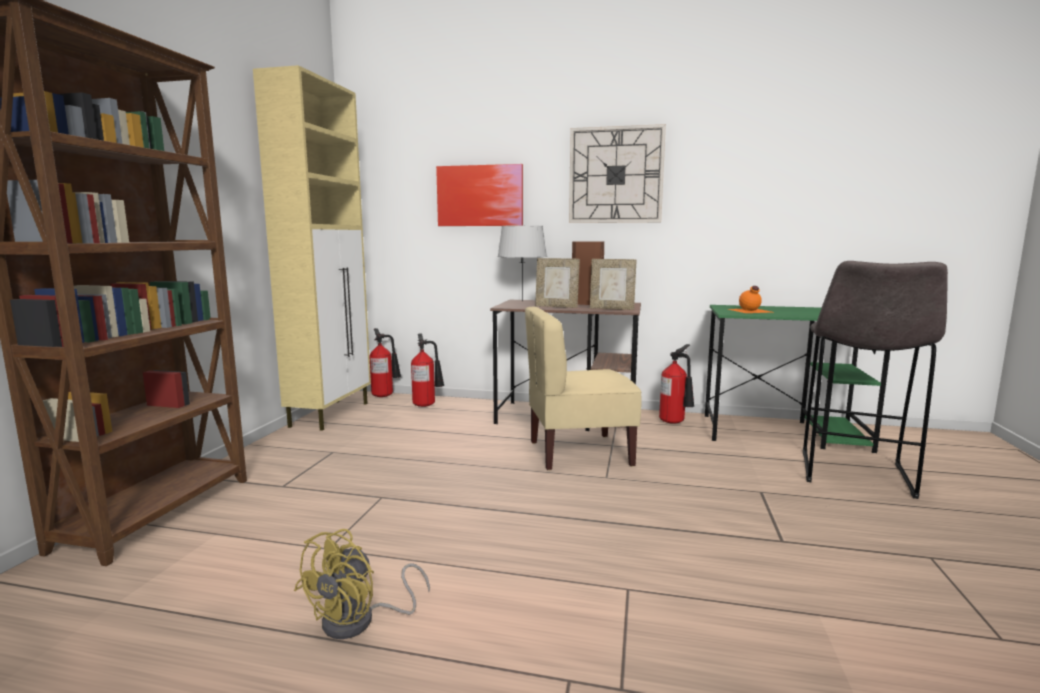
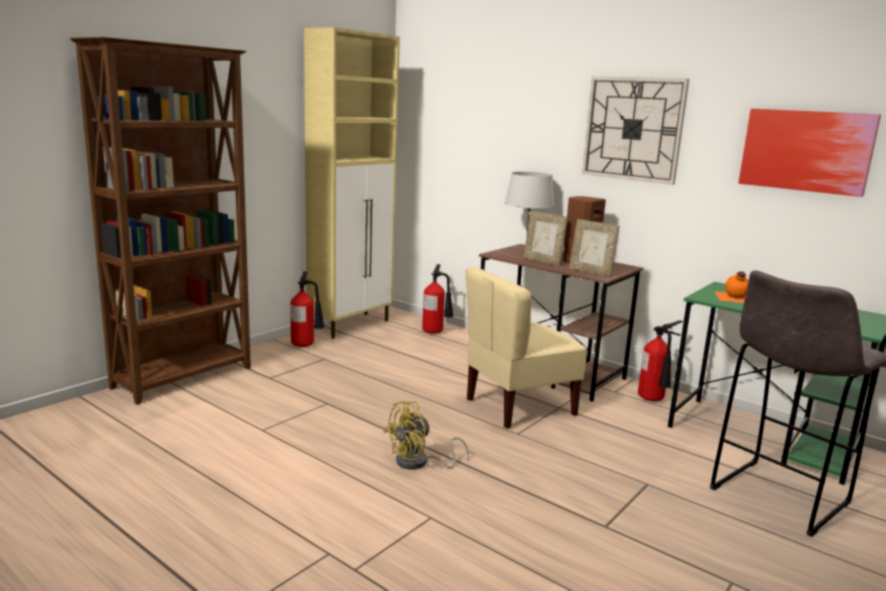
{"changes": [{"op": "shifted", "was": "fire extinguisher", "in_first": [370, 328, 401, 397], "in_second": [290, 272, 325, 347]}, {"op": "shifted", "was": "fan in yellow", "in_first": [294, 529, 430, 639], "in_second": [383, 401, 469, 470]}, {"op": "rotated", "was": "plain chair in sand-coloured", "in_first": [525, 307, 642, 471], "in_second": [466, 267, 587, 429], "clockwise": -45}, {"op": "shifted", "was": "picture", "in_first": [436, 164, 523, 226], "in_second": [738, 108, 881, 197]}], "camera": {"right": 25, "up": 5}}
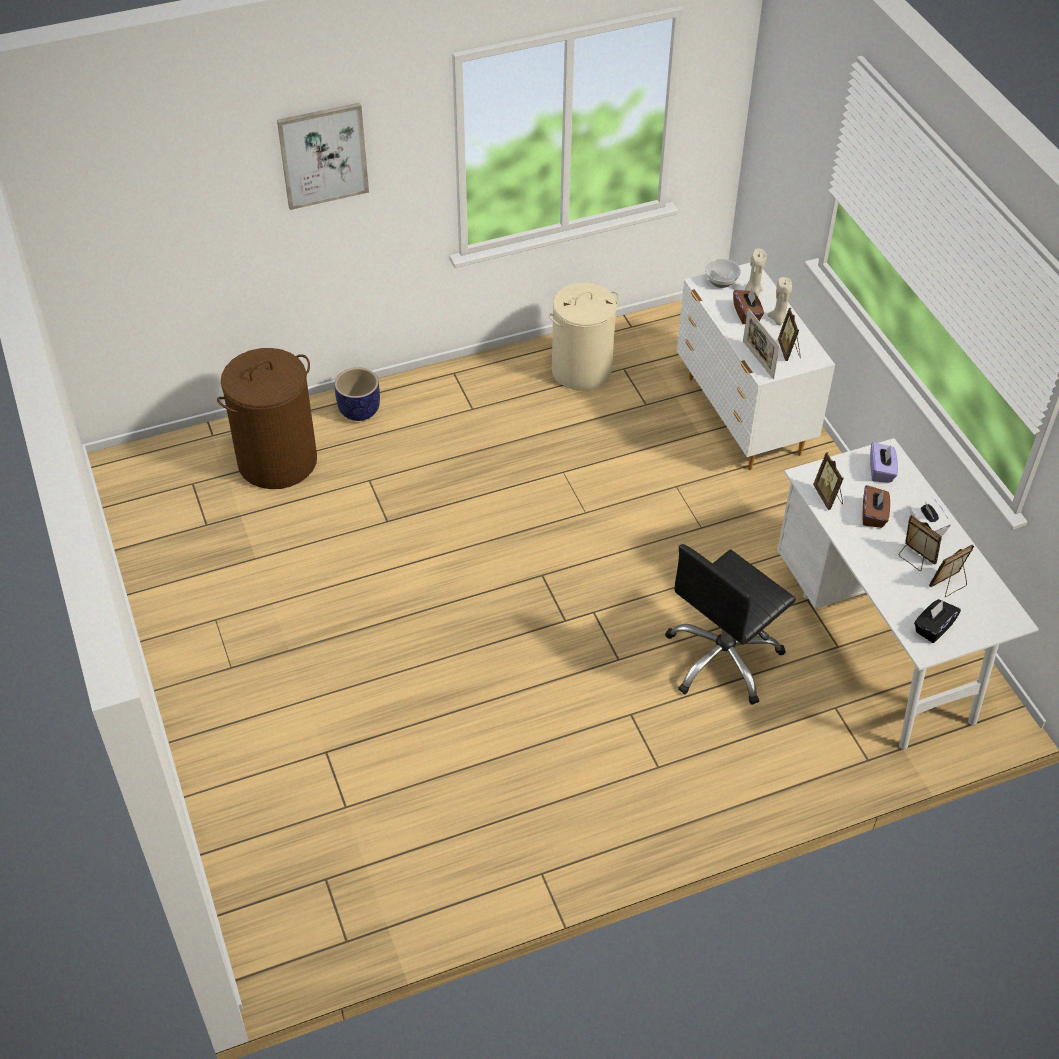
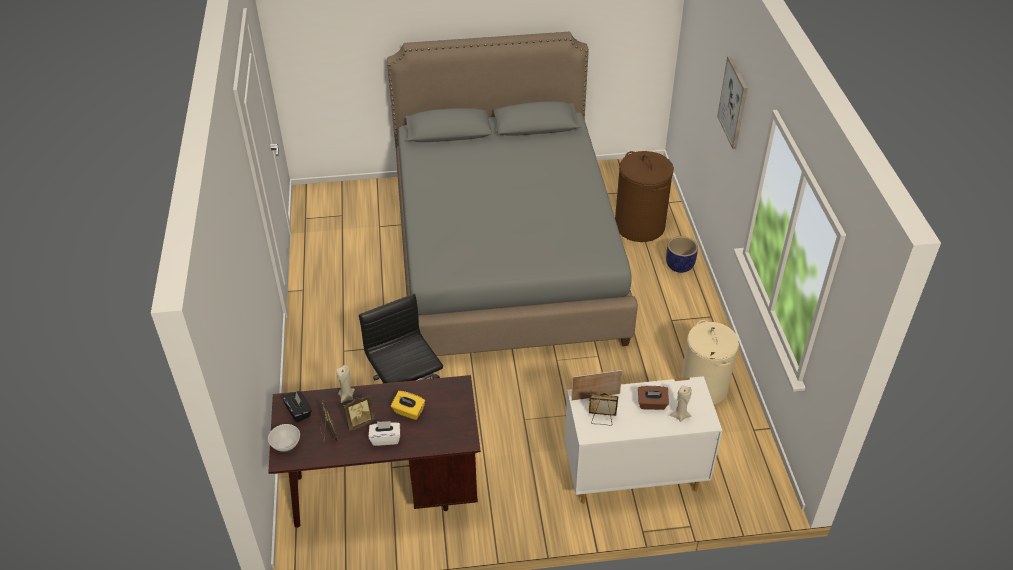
{"changes": [{"op": "shifted", "was": "bowl", "in_first": [705, 259, 741, 288], "in_second": [268, 424, 300, 452]}, {"op": "repainted", "was": "desk table in white", "now": "desk table in brown-coloured", "in_first": [777, 438, 1039, 749], "in_second": [269, 375, 481, 528]}, {"op": "shifted", "was": "candle in sand-coloured", "in_first": [767, 277, 792, 325], "in_second": [336, 365, 355, 403]}, {"op": "new", "now": "bedroom bed in gray", "in_second": [387, 32, 638, 356]}, {"op": "repainted", "was": "box of tissues in brown-coloured", "now": "box of tissues in yellow", "in_first": [863, 485, 890, 528], "in_second": [391, 391, 425, 420]}, {"op": "gone", "was": "standing frame", "in_first": [813, 452, 844, 510]}, {"op": "gone", "was": "box of tissues in purple", "in_first": [870, 442, 898, 483]}], "camera": {"right": 105, "up": -5}}
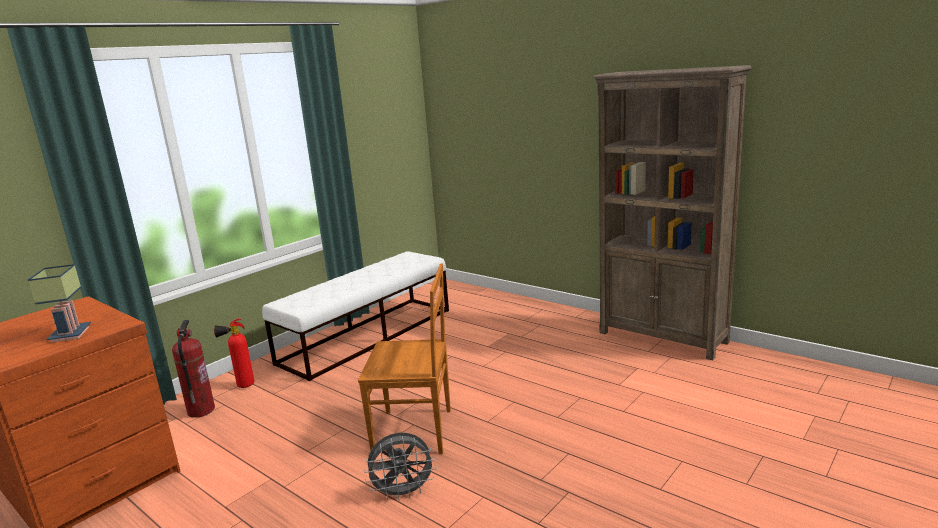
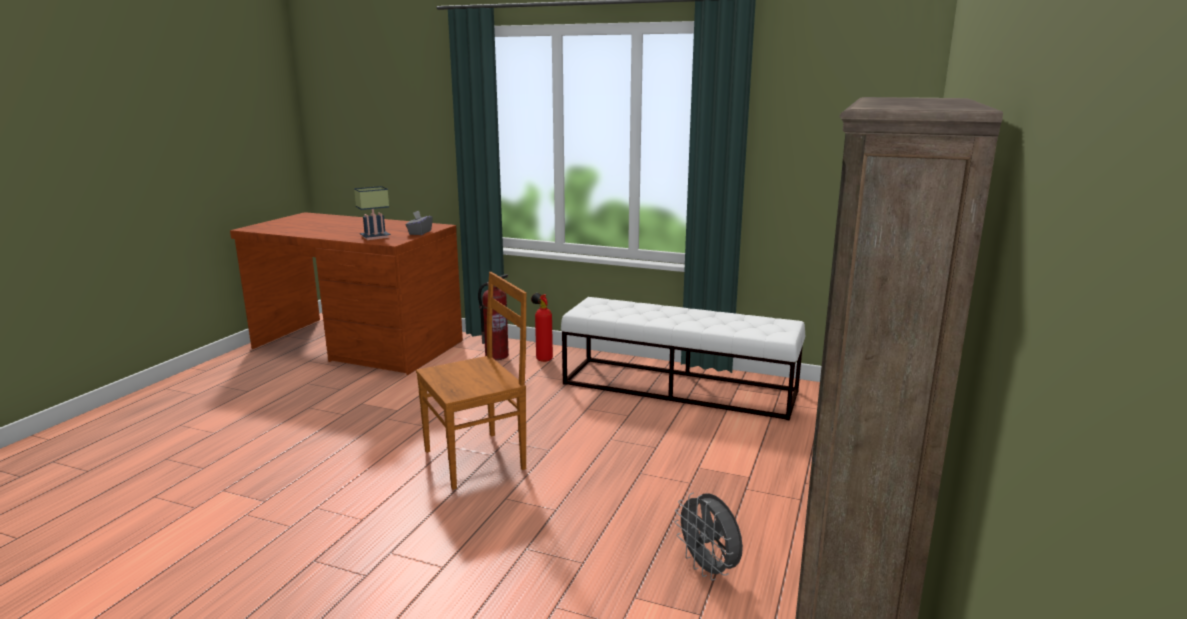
{"changes": [{"op": "new", "now": "box of tissues in gray", "in_second": [406, 210, 433, 235]}, {"op": "rotated", "was": "plain chair in brown-coloured", "in_first": [358, 263, 451, 454], "in_second": [416, 272, 527, 490], "clockwise": -105}, {"op": "shifted", "was": "fan in gray", "in_first": [364, 433, 437, 501], "in_second": [675, 492, 743, 581]}], "camera": {"right": 70, "up": 0}}
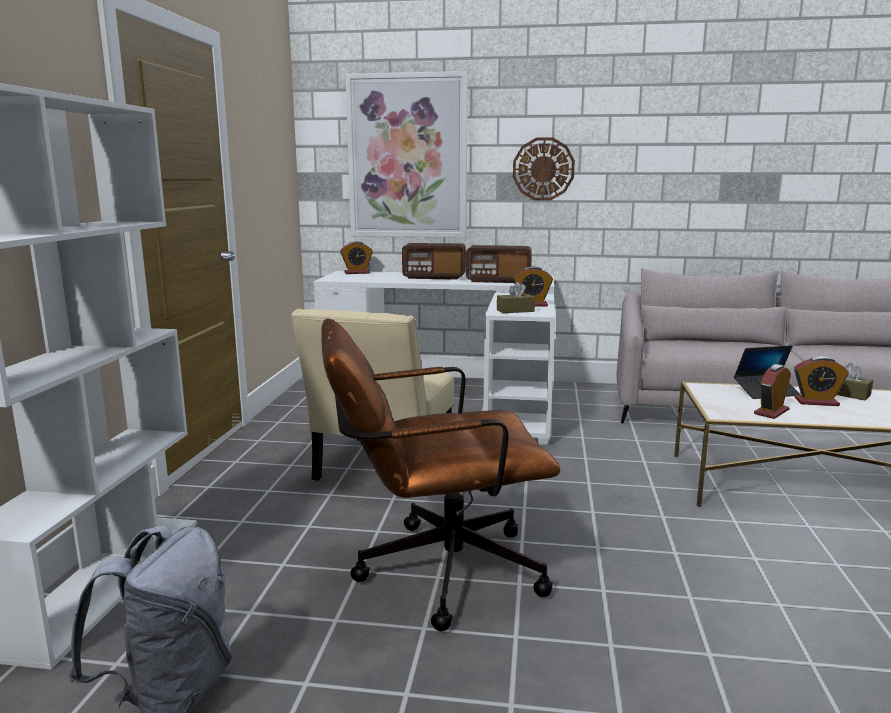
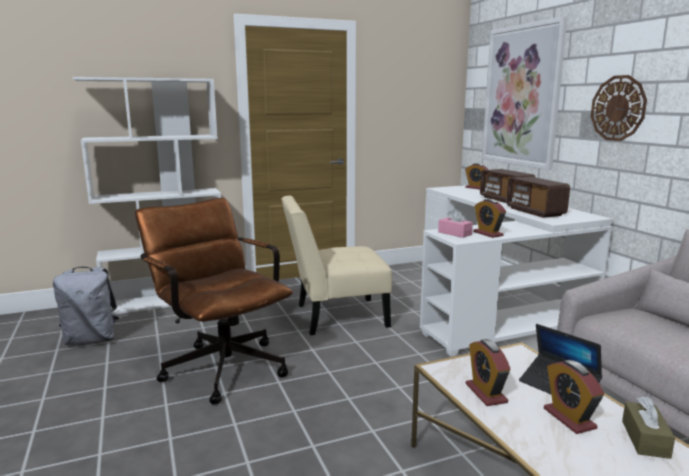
{"changes": [{"op": "repainted", "was": "box of tissues in brown-coloured", "now": "box of tissues in pink-coloured", "in_first": [497, 282, 535, 313], "in_second": [438, 209, 473, 238]}, {"op": "rotated", "was": "alarm clock", "in_first": [754, 364, 791, 419], "in_second": [466, 339, 510, 406], "clockwise": -120}], "camera": {"right": 60, "up": 0}}
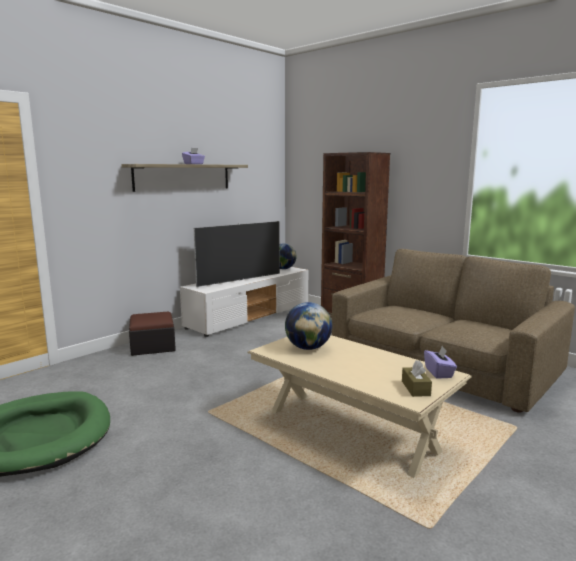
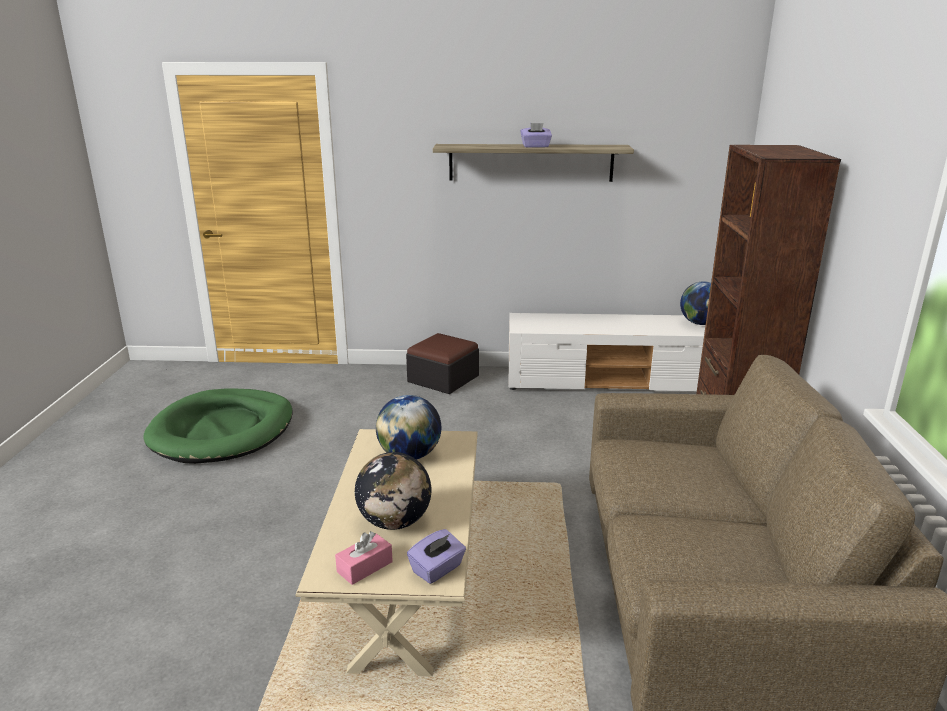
{"changes": [{"op": "repainted", "was": "box of tissues in brown-coloured", "now": "box of tissues in pink-coloured", "in_first": [402, 360, 432, 397], "in_second": [335, 531, 393, 585]}, {"op": "new", "now": "world globe", "in_second": [355, 452, 431, 530]}, {"op": "gone", "was": "television", "in_first": [194, 221, 280, 287]}], "camera": {"right": 50, "up": 10}}
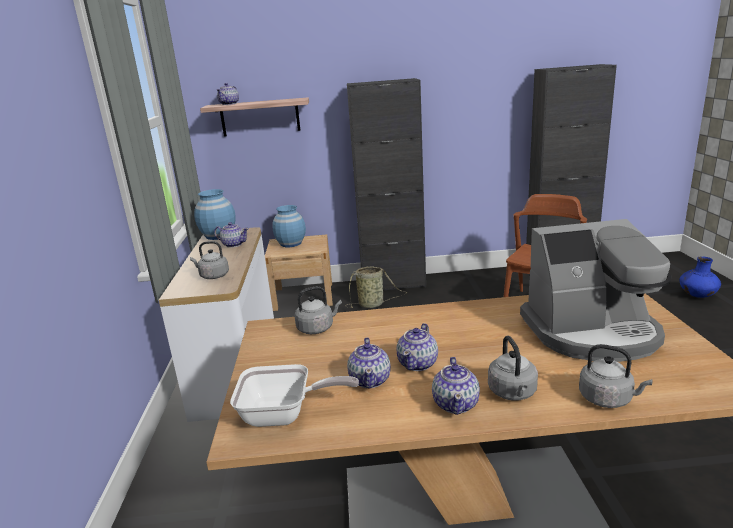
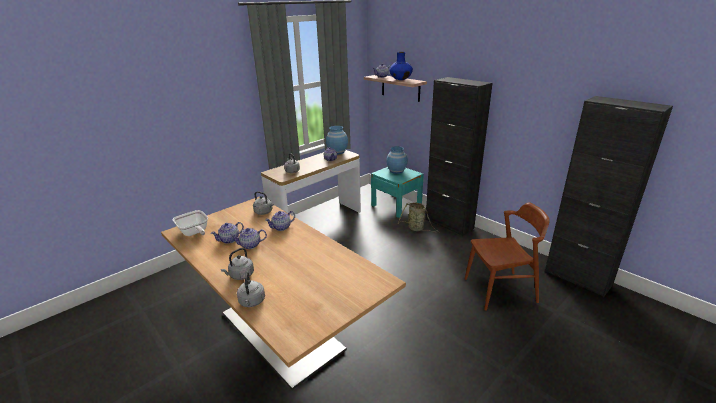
{"changes": [{"op": "shifted", "was": "pot for tea", "in_first": [432, 357, 480, 415], "in_second": [265, 211, 295, 231]}, {"op": "repainted", "was": "nightstand in sand-coloured", "now": "nightstand in blue-green", "in_first": [265, 234, 333, 311], "in_second": [371, 167, 424, 218]}, {"op": "shifted", "was": "decorative vase in blue-coloured", "in_first": [679, 256, 721, 298], "in_second": [389, 52, 413, 80]}, {"op": "gone", "was": "coffee machine", "in_first": [520, 219, 672, 362]}], "camera": {"right": 50, "up": 5}}
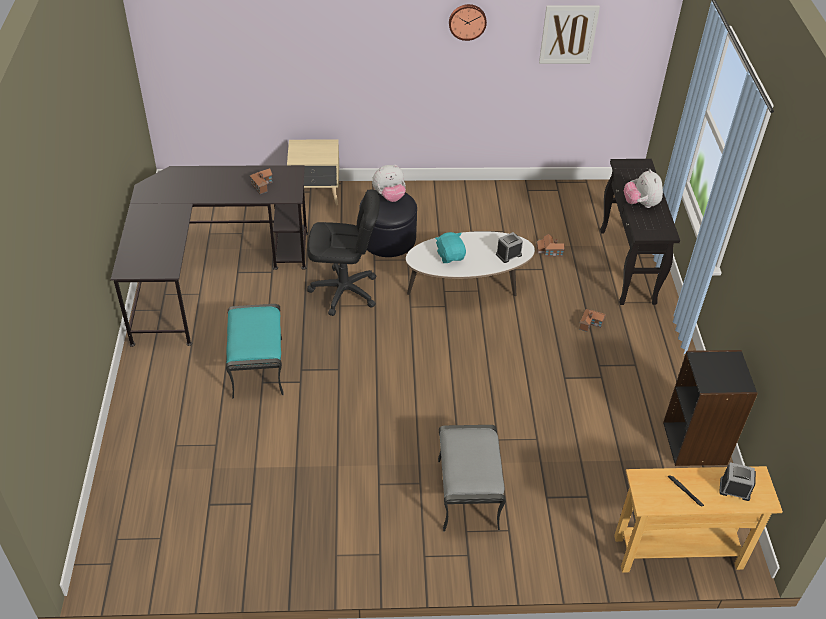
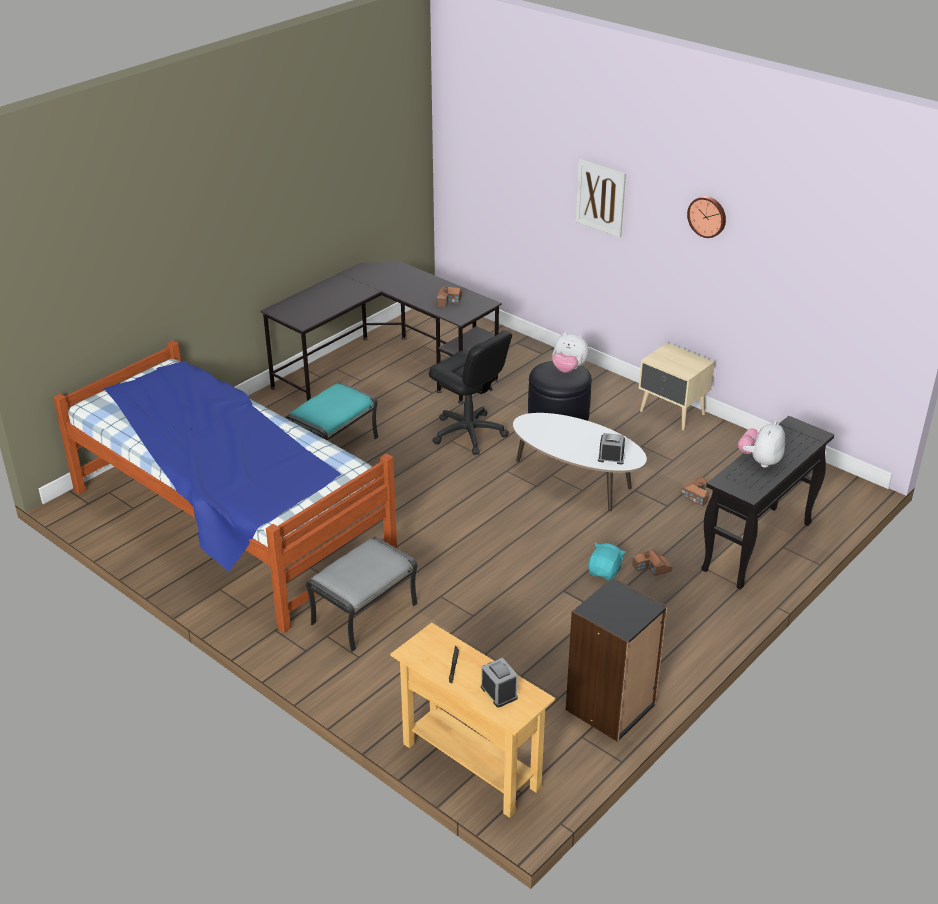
{"changes": [{"op": "new", "now": "bedroom bed", "in_second": [53, 340, 397, 633]}, {"op": "shifted", "was": "picture", "in_first": [539, 5, 600, 64], "in_second": [576, 159, 626, 237]}, {"op": "shifted", "was": "soft toy in blue-green", "in_first": [435, 232, 466, 263], "in_second": [588, 543, 626, 580]}, {"op": "shifted", "was": "nightstand in sand-coloured", "in_first": [287, 139, 339, 205], "in_second": [639, 343, 715, 430]}], "camera": {"right": 45, "up": -10}}
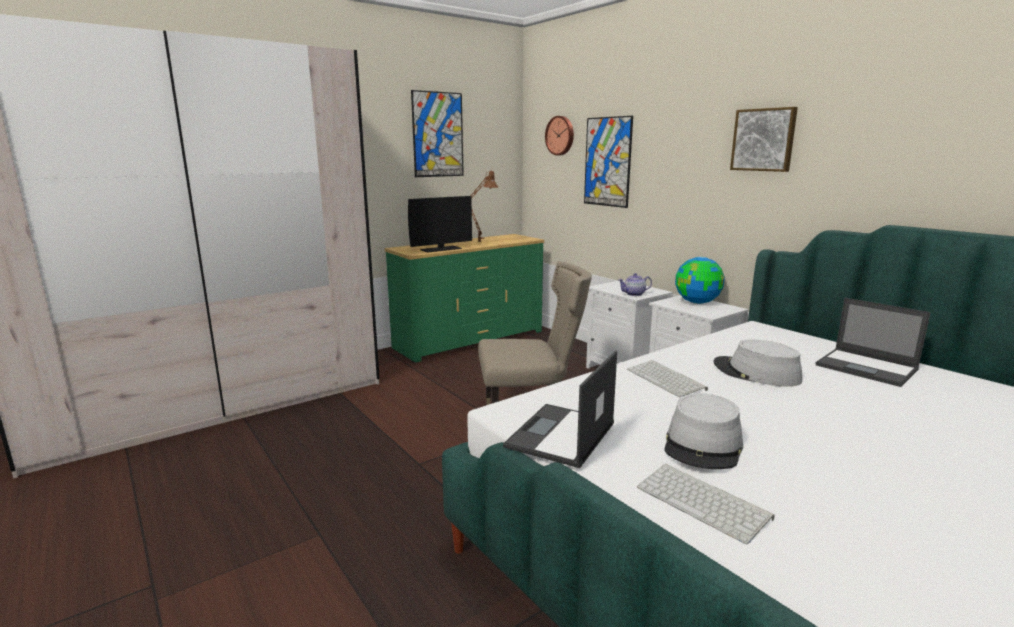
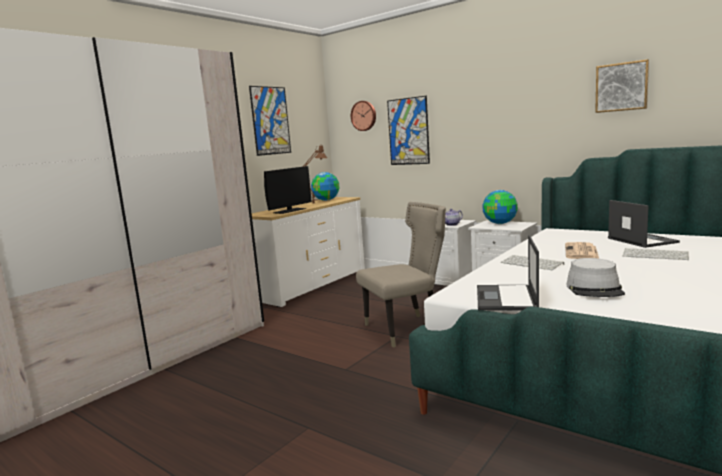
{"changes": [{"op": "repainted", "was": "drawer chest in greenish", "now": "drawer chest in white", "in_first": [385, 234, 544, 363], "in_second": [252, 197, 365, 307]}, {"op": "new", "now": "world globe", "in_second": [311, 172, 339, 201]}, {"op": "swapped", "was": "clothing hat in gray", "now": "newspaper", "in_first": [714, 339, 802, 387], "in_second": [565, 242, 599, 259]}, {"op": "shifted", "was": "picture", "in_first": [730, 107, 798, 172], "in_second": [595, 59, 649, 113]}, {"op": "rotated", "was": "portable computer", "in_first": [815, 298, 931, 387], "in_second": [608, 200, 680, 248], "clockwise": -135}, {"op": "shifted", "was": "PC keyboard", "in_first": [637, 464, 775, 544], "in_second": [623, 248, 689, 260]}], "camera": {"right": -15, "up": -5}}
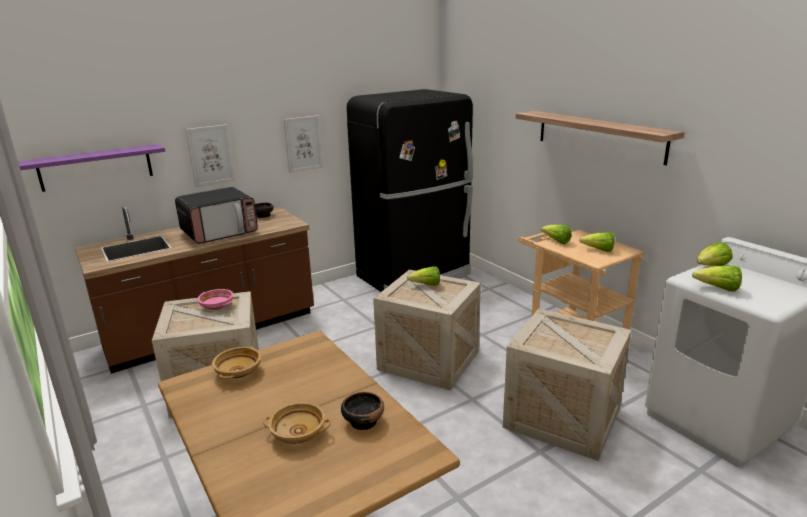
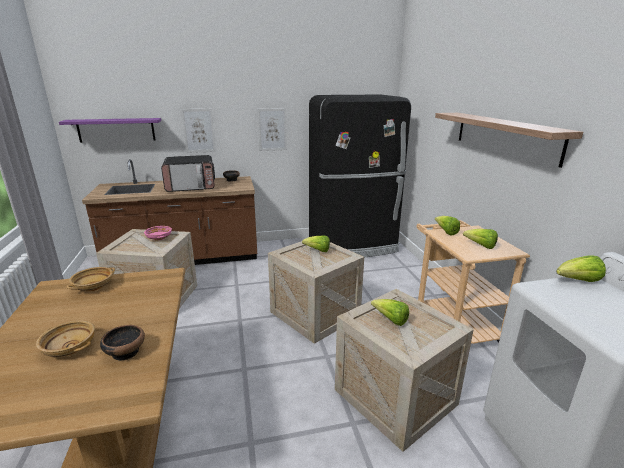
{"changes": [{"op": "shifted", "was": "lettuce", "in_first": [692, 265, 742, 291], "in_second": [371, 299, 409, 326]}], "camera": {"right": 20, "up": 0}}
